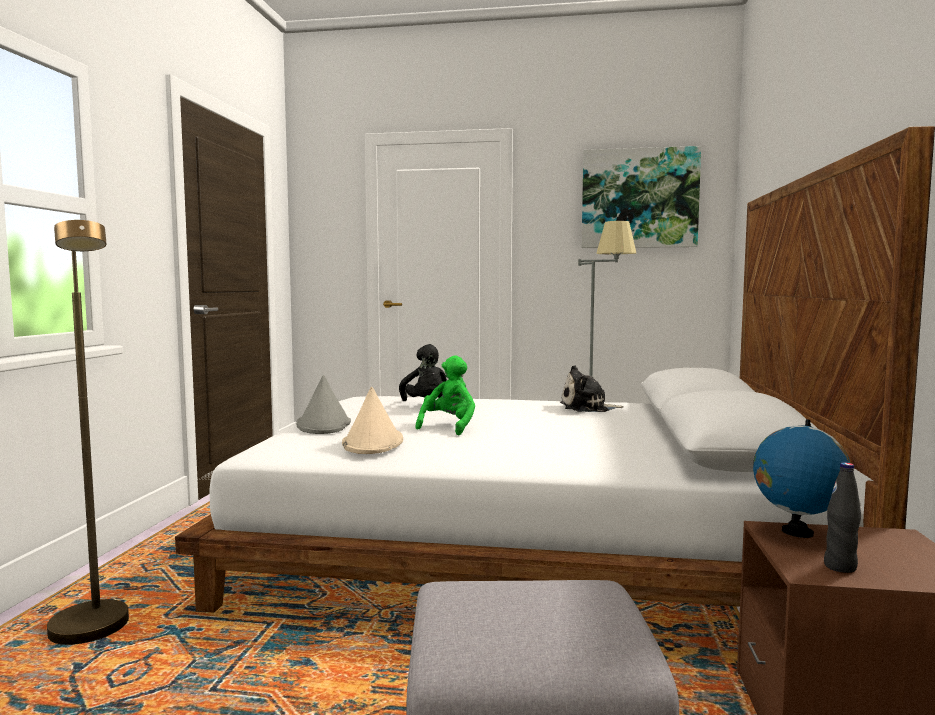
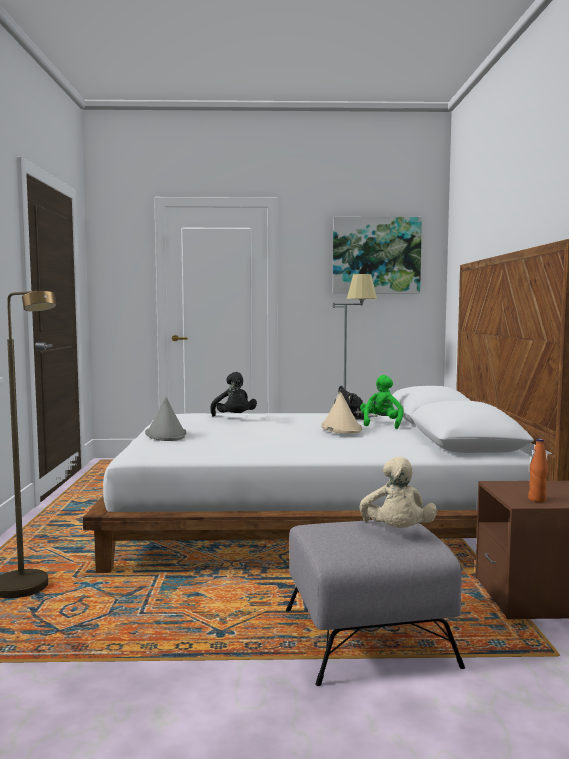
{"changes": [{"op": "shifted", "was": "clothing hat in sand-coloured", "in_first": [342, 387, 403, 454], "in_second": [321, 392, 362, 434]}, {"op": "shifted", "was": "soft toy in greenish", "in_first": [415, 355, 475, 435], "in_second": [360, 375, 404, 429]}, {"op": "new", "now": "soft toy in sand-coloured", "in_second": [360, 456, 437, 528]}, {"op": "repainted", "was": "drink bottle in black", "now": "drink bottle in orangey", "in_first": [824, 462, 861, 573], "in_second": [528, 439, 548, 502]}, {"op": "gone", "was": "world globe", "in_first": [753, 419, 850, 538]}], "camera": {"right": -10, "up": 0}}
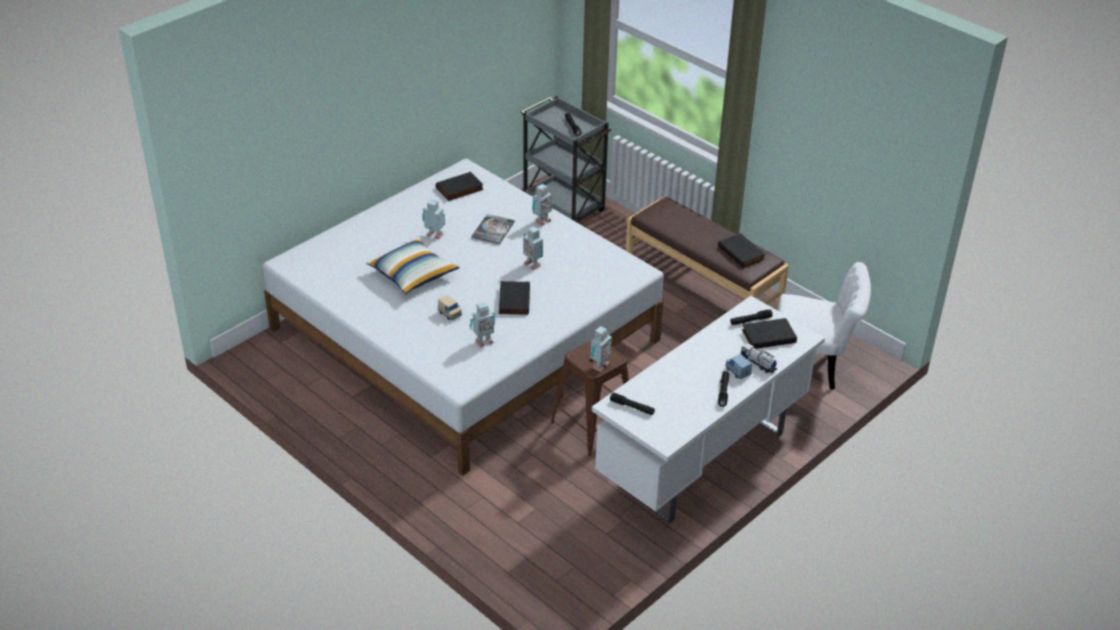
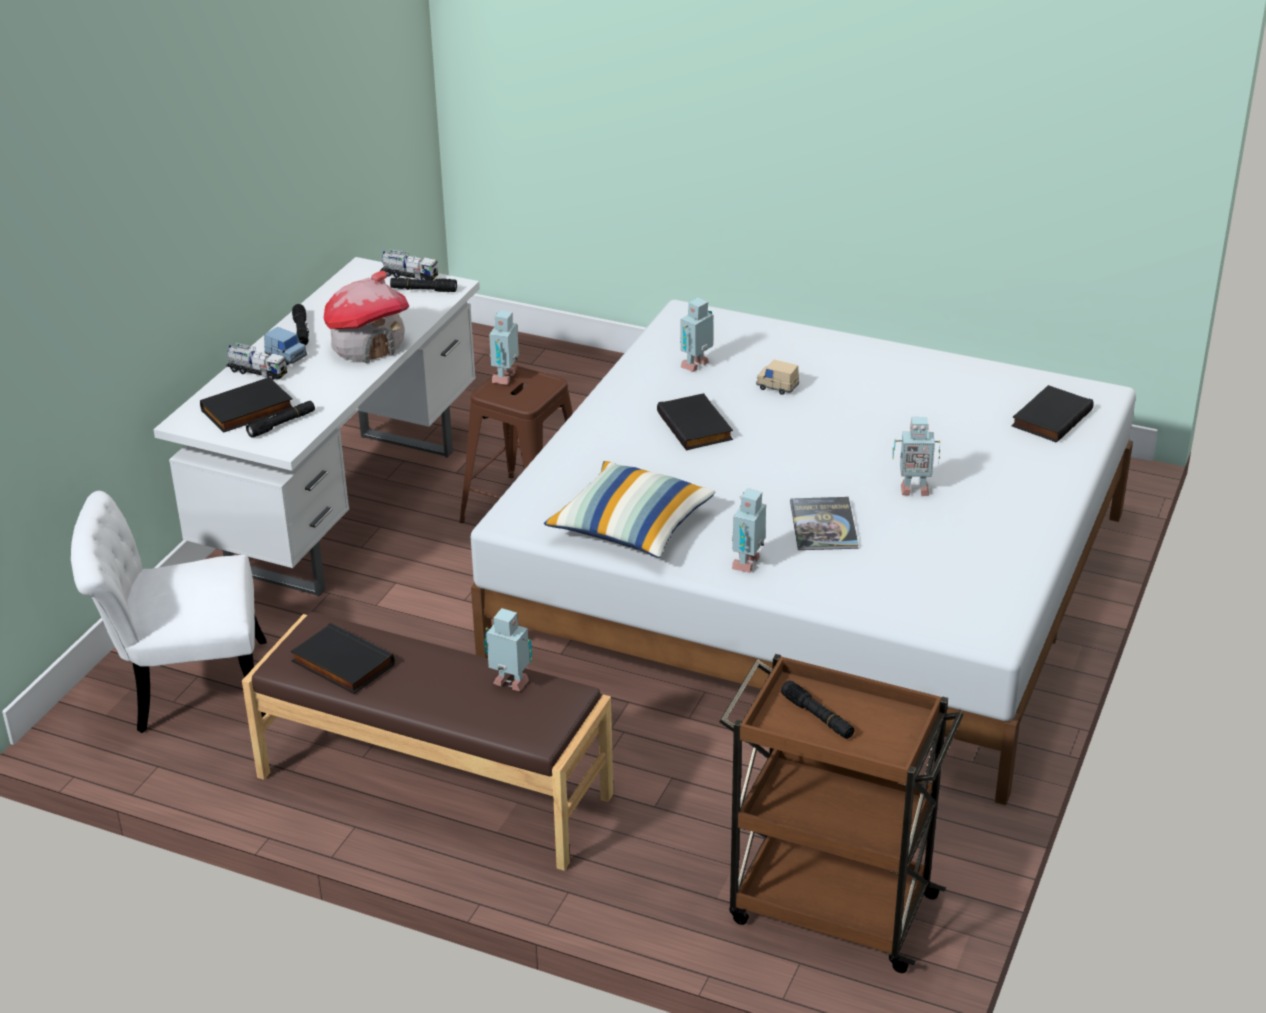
{"changes": [{"op": "new", "now": "miniature house", "in_second": [324, 271, 409, 363]}, {"op": "new", "now": "toy lorry", "in_second": [380, 249, 438, 280]}, {"op": "shifted", "was": "toy robot", "in_first": [523, 226, 543, 270], "in_second": [484, 608, 532, 691]}, {"op": "shifted", "was": "throw pillow", "in_first": [366, 237, 460, 294], "in_second": [544, 461, 715, 558]}, {"op": "repainted", "was": "trolley in gray", "now": "trolley in brown-coloured", "in_first": [521, 96, 612, 222], "in_second": [719, 654, 963, 973]}, {"op": "shifted", "was": "book in black", "in_first": [436, 172, 484, 201], "in_second": [1011, 385, 1094, 443]}], "camera": {"right": 160, "up": -5}}
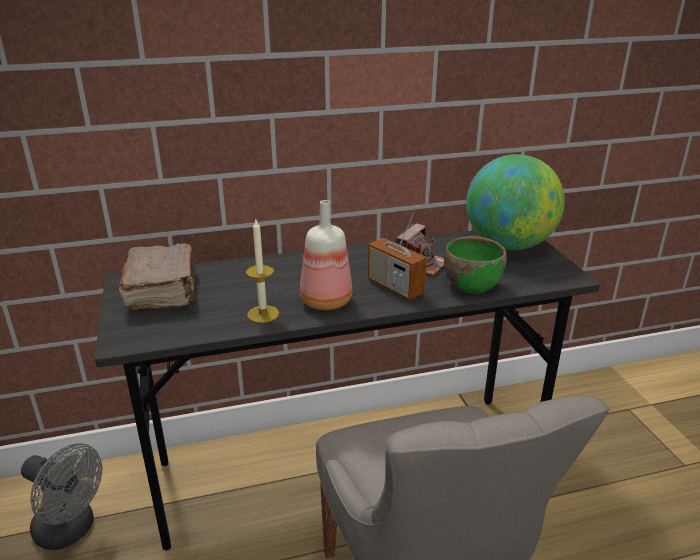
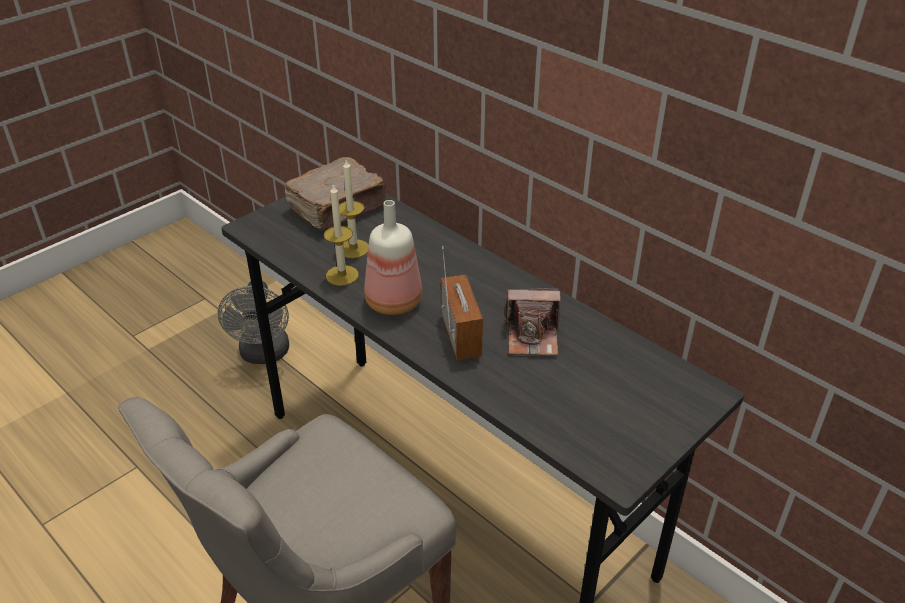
{"changes": [{"op": "new", "now": "candle", "in_second": [339, 160, 369, 258]}, {"op": "rotated", "was": "radio set", "in_first": [368, 206, 427, 300], "in_second": [441, 246, 483, 360], "clockwise": 150}, {"op": "gone", "was": "bowl in greenish", "in_first": [444, 236, 507, 293]}, {"op": "gone", "was": "world globe", "in_first": [466, 154, 565, 250]}], "camera": {"right": 60, "up": 10}}
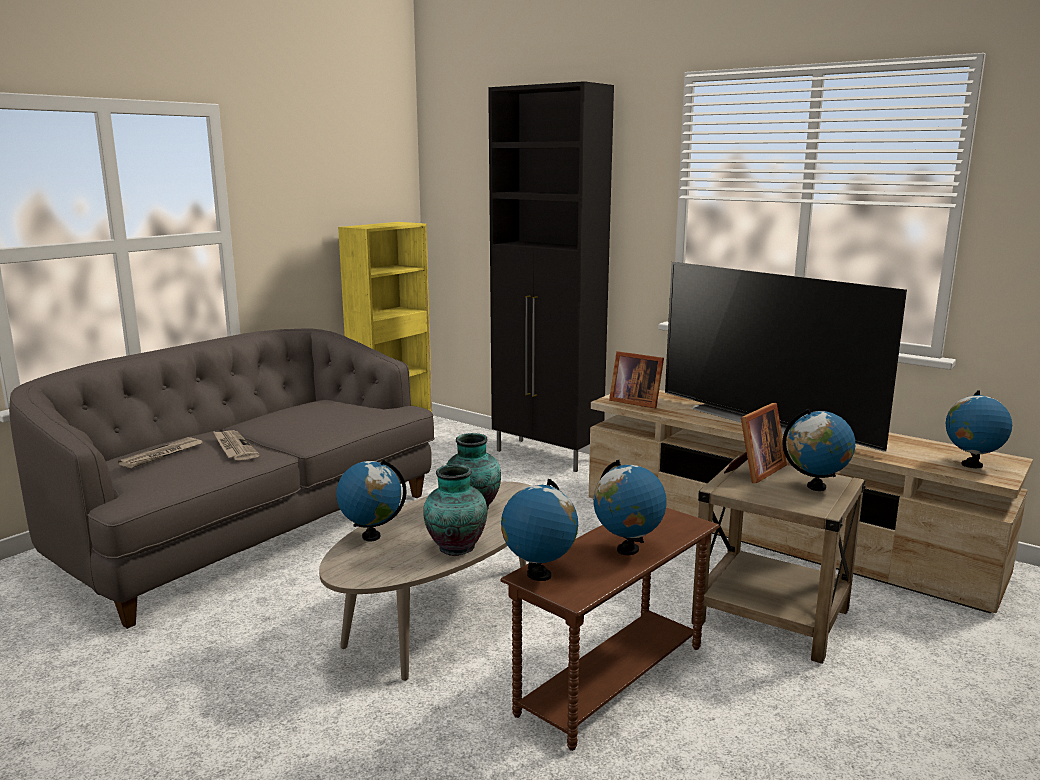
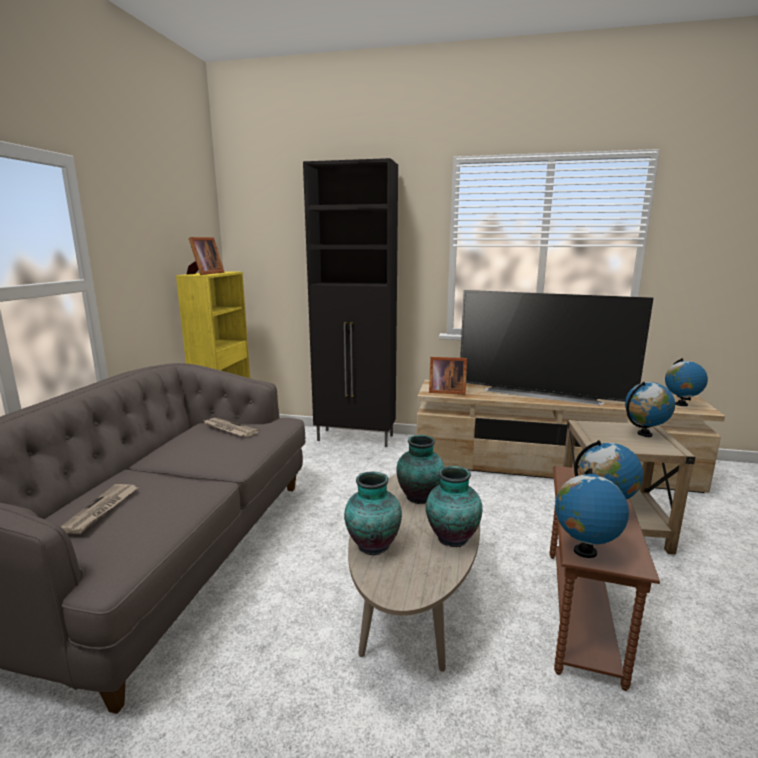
{"changes": [{"op": "shifted", "was": "standing frame", "in_first": [724, 403, 787, 483], "in_second": [187, 237, 224, 275]}, {"op": "shifted", "was": "newspaper", "in_first": [213, 430, 260, 460], "in_second": [202, 418, 259, 437]}, {"op": "swapped", "was": "world globe", "now": "decorative vase", "in_first": [336, 459, 406, 541], "in_second": [344, 472, 402, 556]}], "camera": {"right": -25, "up": 0}}
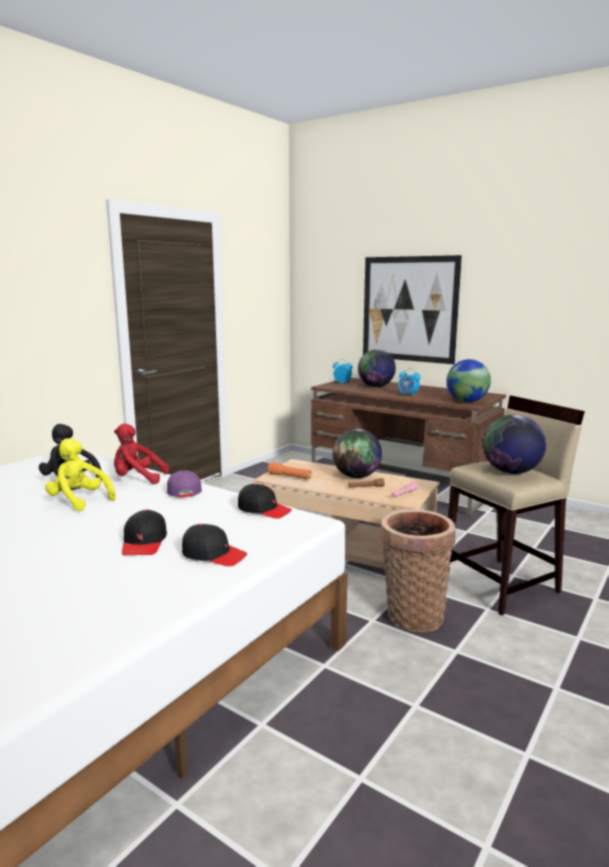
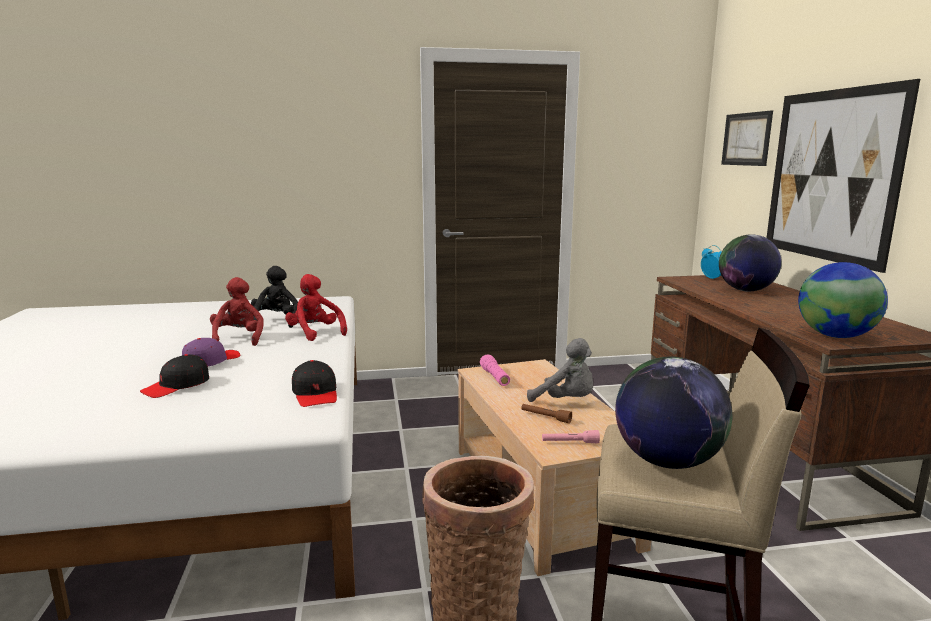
{"changes": [{"op": "shifted", "was": "baseball cap in purple", "in_first": [167, 470, 202, 497], "in_second": [182, 338, 240, 366]}, {"op": "repainted", "was": "soft toy in yellow", "now": "soft toy in reddish", "in_first": [45, 438, 116, 511], "in_second": [210, 277, 264, 346]}, {"op": "repainted", "was": "hand torch in orangey", "now": "hand torch in pink-coloured", "in_first": [267, 462, 312, 480], "in_second": [480, 354, 510, 386]}, {"op": "swapped", "was": "world globe", "now": "soft toy in gray", "in_first": [333, 429, 382, 478], "in_second": [527, 338, 593, 402]}, {"op": "new", "now": "picture", "in_second": [721, 110, 773, 166]}, {"op": "gone", "was": "baseball cap in black", "in_first": [182, 524, 247, 566]}, {"op": "gone", "was": "alarm clock", "in_first": [398, 368, 421, 396]}], "camera": {"right": 45, "up": 0}}
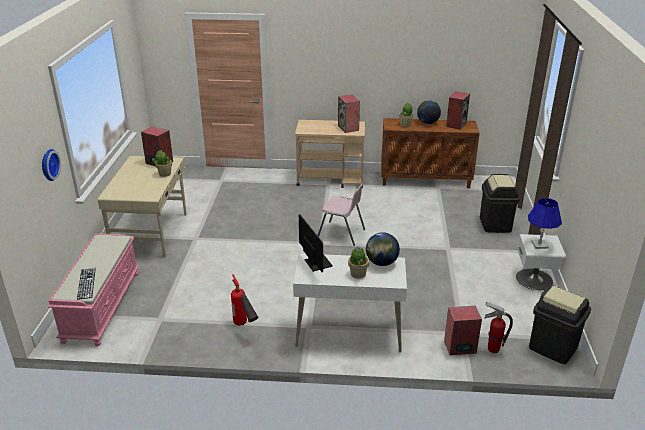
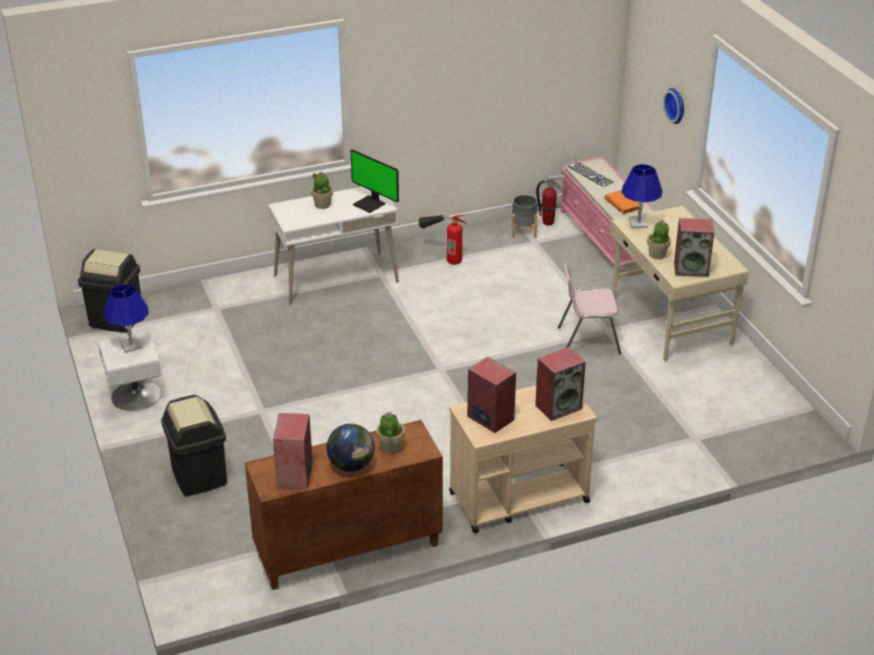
{"changes": [{"op": "new", "now": "flower pot in gray", "in_second": [512, 195, 538, 238]}, {"op": "shifted", "was": "audio speaker", "in_first": [444, 306, 482, 355], "in_second": [535, 347, 586, 421]}, {"op": "shifted", "was": "fire extinguisher", "in_first": [484, 302, 513, 353], "in_second": [536, 174, 566, 226]}, {"op": "shifted", "was": "plain chair in pink-coloured", "in_first": [317, 181, 365, 246], "in_second": [558, 263, 621, 354]}, {"op": "new", "now": "book in orangey", "in_second": [605, 190, 643, 215]}, {"op": "new", "now": "table lamp in blue-coloured", "in_second": [621, 164, 663, 228]}, {"op": "gone", "was": "world globe", "in_first": [366, 232, 400, 266]}], "camera": {"right": 155, "up": 5}}
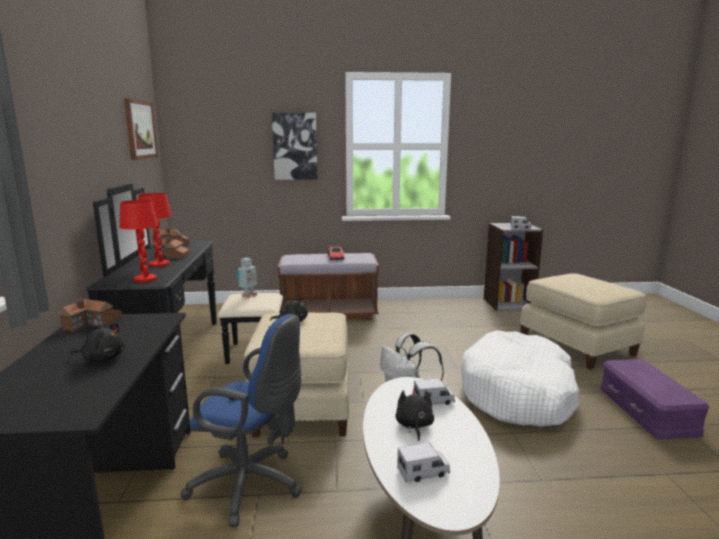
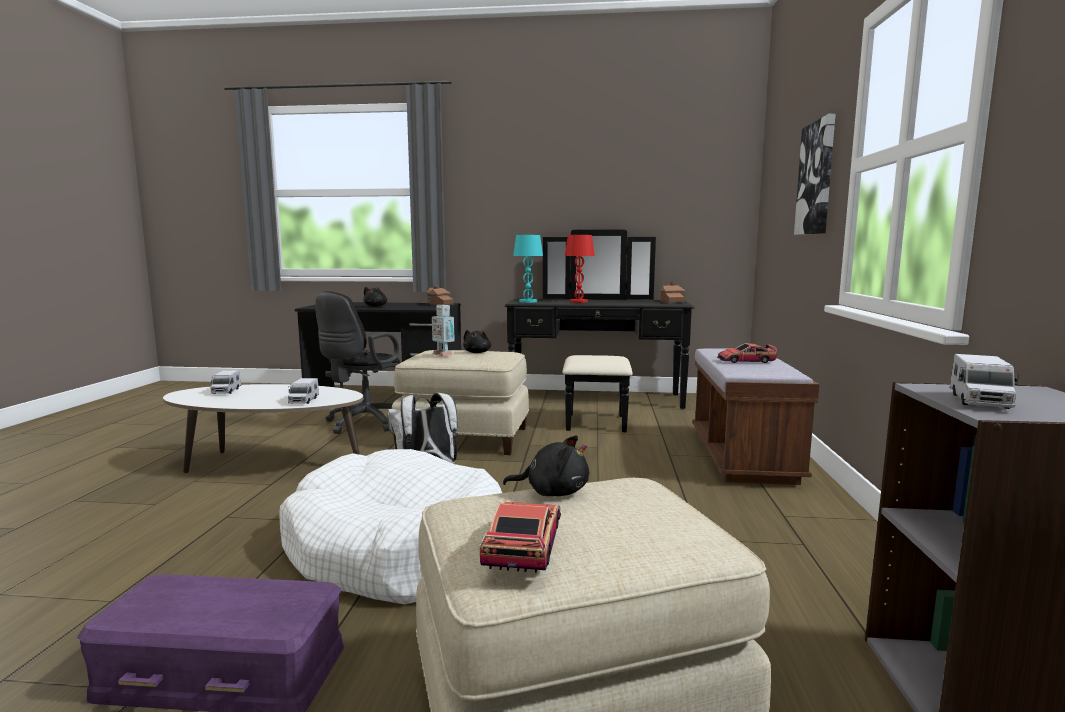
{"changes": [{"op": "repainted", "was": "office chair in blue-coloured", "now": "office chair in black", "in_first": [181, 314, 302, 527], "in_second": [315, 291, 400, 434]}, {"op": "shifted", "was": "toy robot", "in_first": [237, 258, 257, 298], "in_second": [432, 305, 455, 356]}, {"op": "new", "now": "miniature car", "in_second": [480, 502, 561, 573]}, {"op": "shifted", "was": "soft toy in black", "in_first": [395, 388, 434, 441], "in_second": [503, 435, 589, 496]}, {"op": "repainted", "was": "table lamp in reddish", "now": "table lamp in blue-green", "in_first": [119, 200, 158, 283], "in_second": [513, 235, 543, 303]}, {"op": "gone", "was": "picture", "in_first": [124, 98, 158, 160]}, {"op": "gone", "was": "miniature house", "in_first": [158, 236, 190, 259]}], "camera": {"right": 100, "up": -5}}
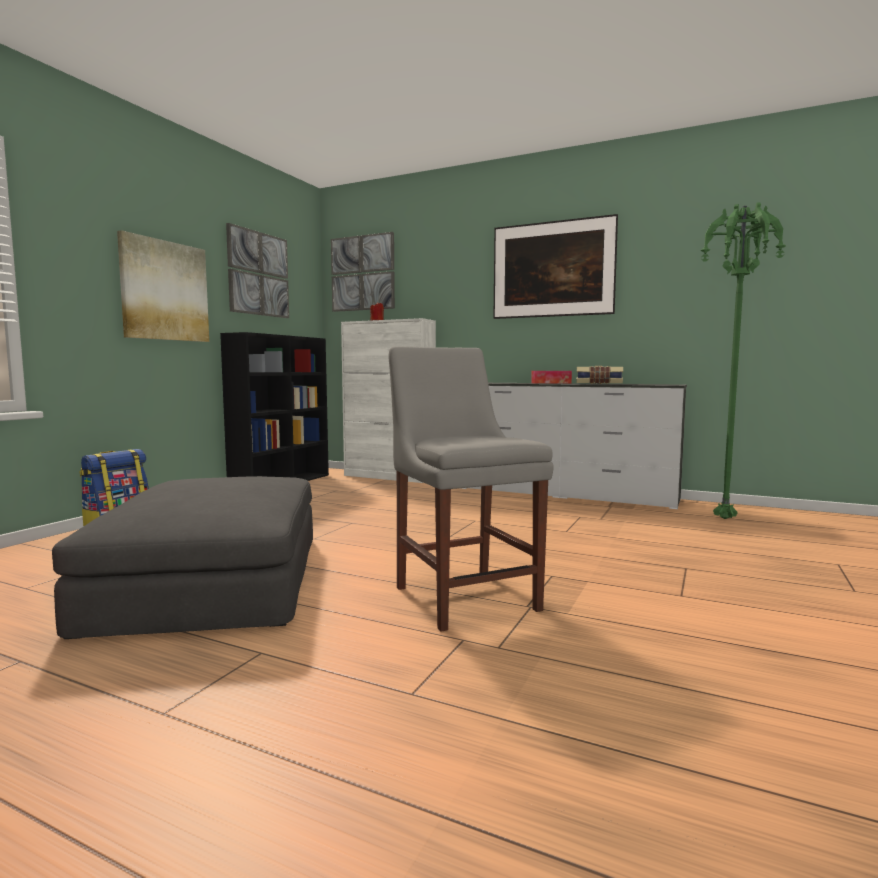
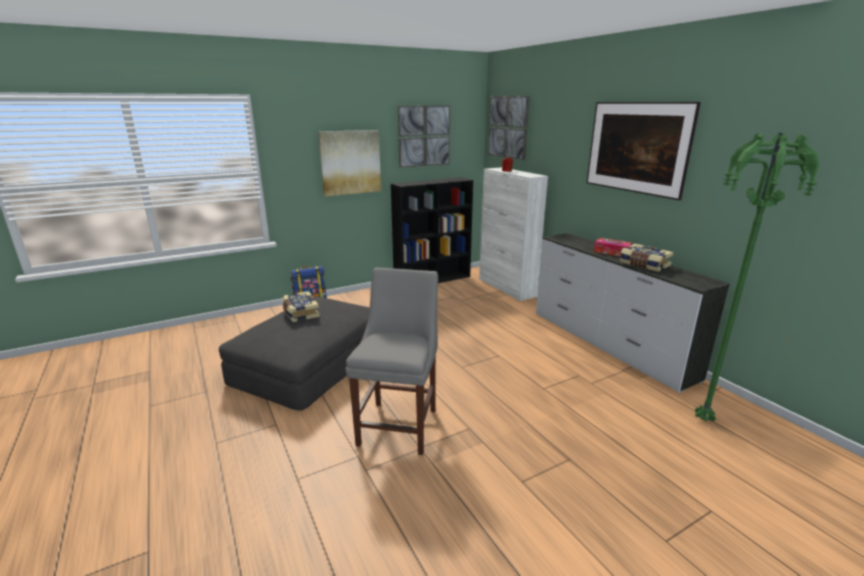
{"changes": [{"op": "new", "now": "book", "in_second": [282, 291, 320, 322]}], "camera": {"right": 35, "up": 15}}
